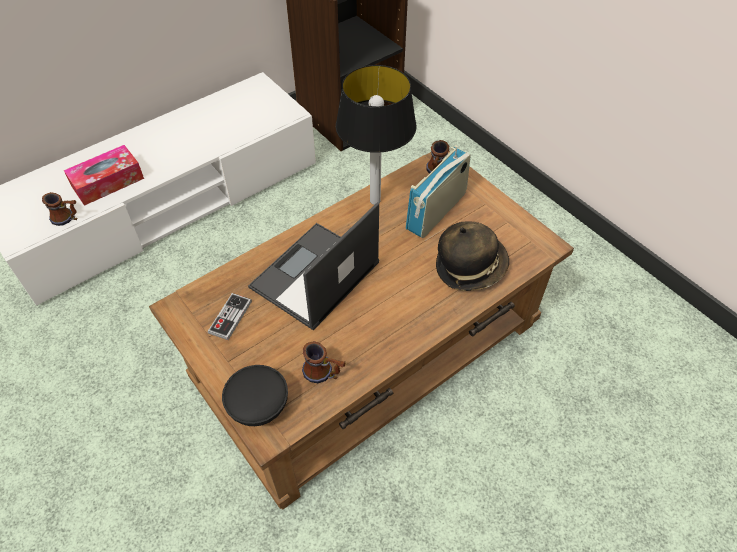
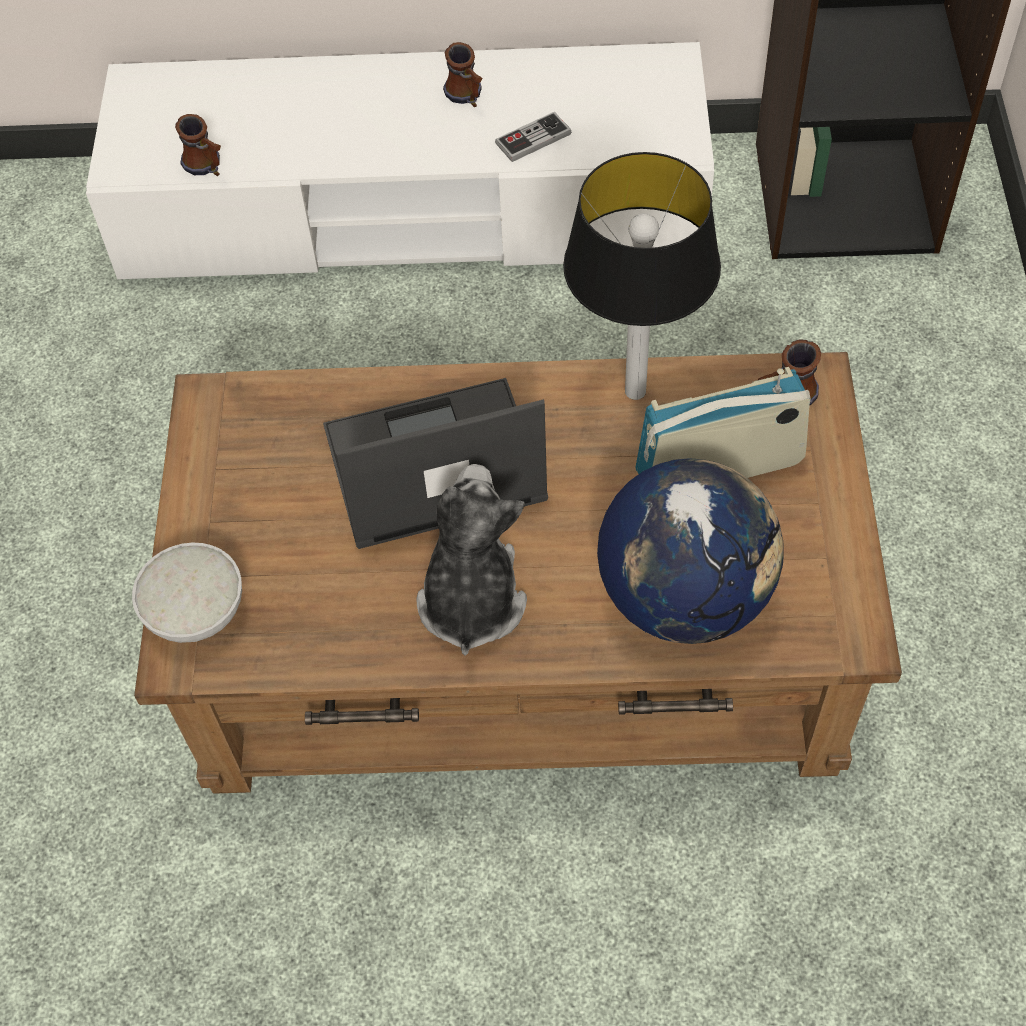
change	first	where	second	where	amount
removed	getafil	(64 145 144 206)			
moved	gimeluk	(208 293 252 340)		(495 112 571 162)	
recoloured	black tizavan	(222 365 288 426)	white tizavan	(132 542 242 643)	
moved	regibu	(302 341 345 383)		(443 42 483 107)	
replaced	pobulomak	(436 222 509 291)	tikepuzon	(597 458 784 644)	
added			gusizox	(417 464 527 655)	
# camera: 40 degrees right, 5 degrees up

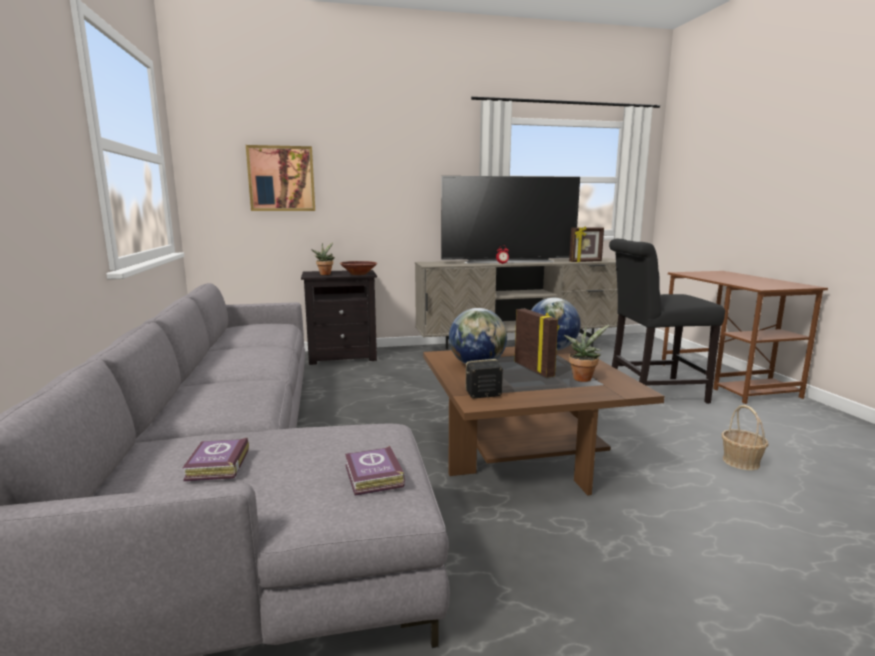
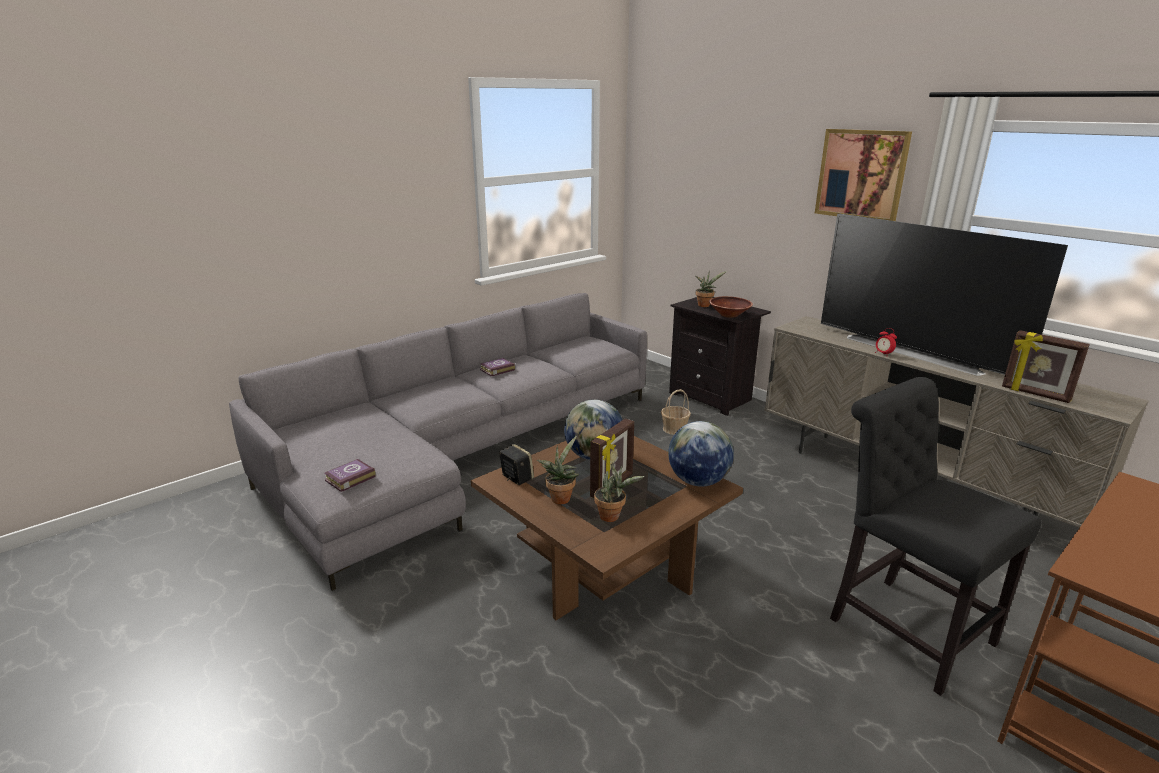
change	first	where	second	where	amount
moved	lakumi	(183 438 249 481)		(480 358 515 376)	
moved	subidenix	(246 145 315 211)		(815 129 912 221)	
moved	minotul	(722 405 769 471)		(661 389 691 435)	
added			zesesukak	(537 436 579 504)	
# camera: 60 degrees right, 10 degrees up

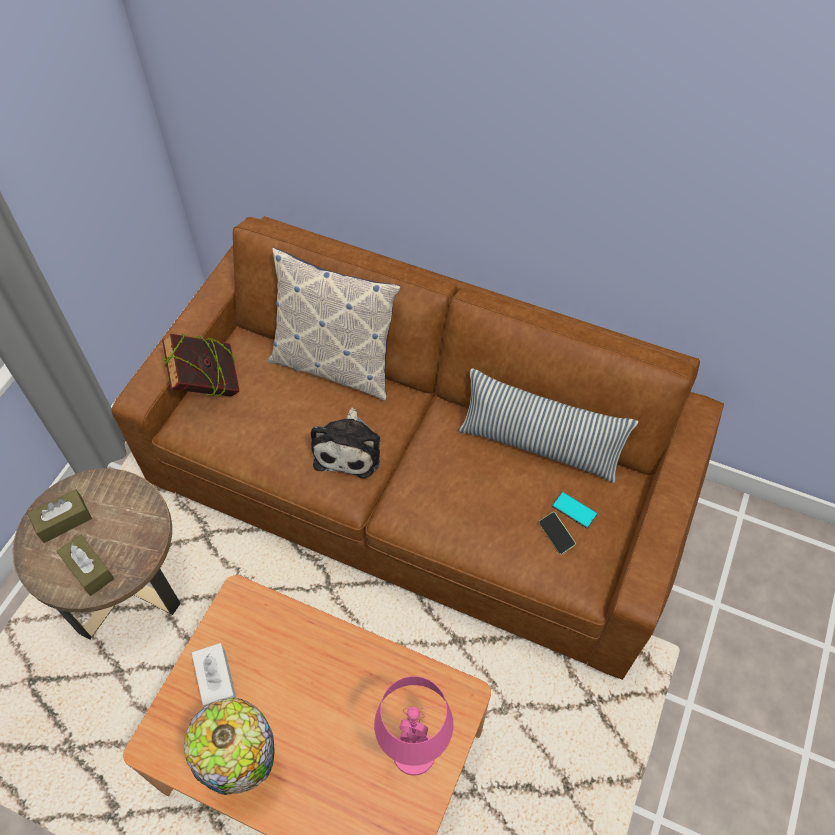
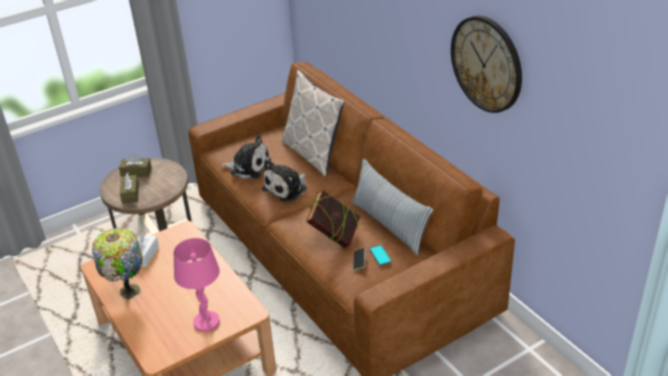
change	first	where	second	where	amount
moved	lakumi	(162 334 240 397)		(306 190 360 248)	
added			gusizox	(221 135 271 179)	
added			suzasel	(451 16 522 113)	
# camera: 35 degrees right, 20 degrees down

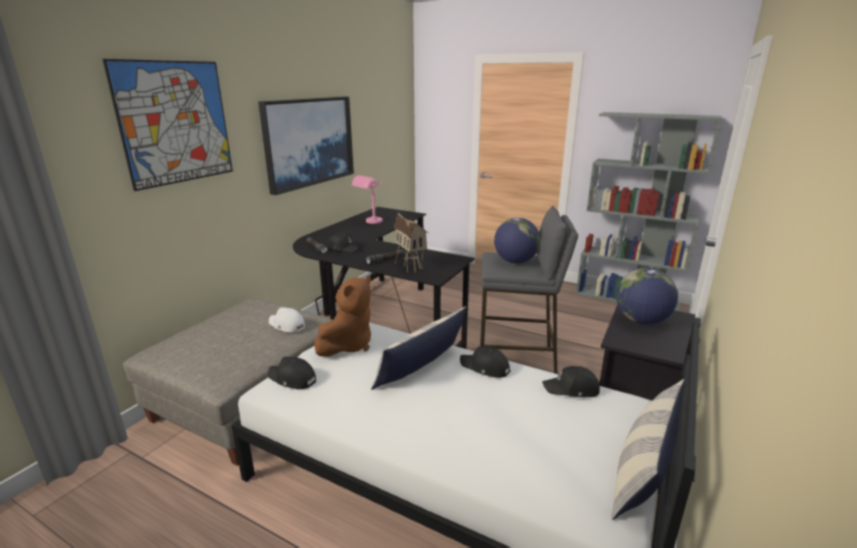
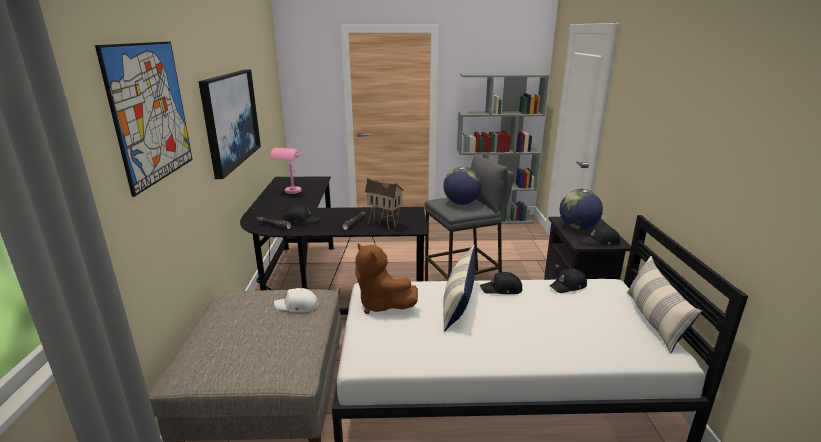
change	first	where	second	where	amount
moved	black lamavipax	(268 357 316 389)		(581 226 620 246)	
turned	brown gusizox	(314 275 371 357)		(355 243 418 314)	135 degrees clockwise
# camera: 30 degrees left, 0 degrees up

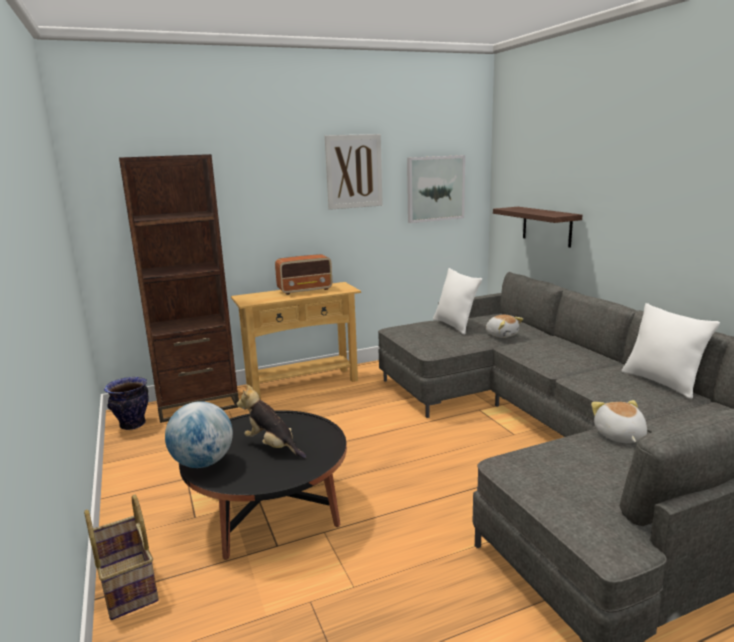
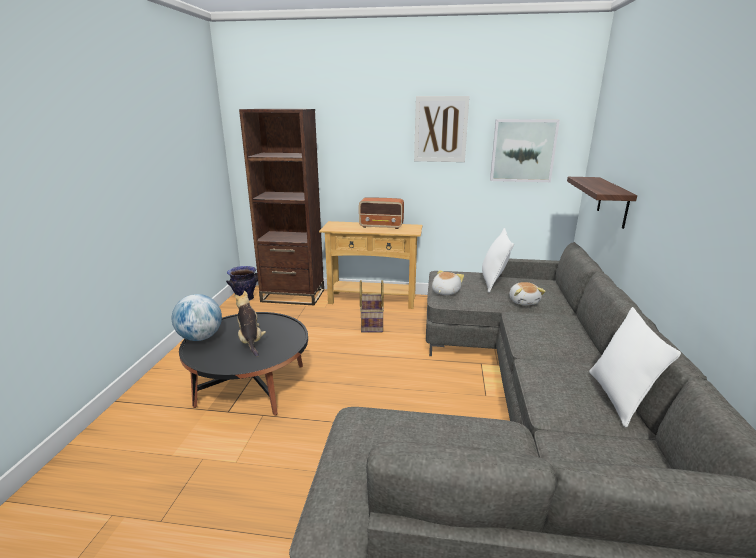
change	first	where	second	where	amount
moved	minotul	(84 495 159 620)		(360 280 384 333)	
moved	gusizox	(591 400 647 443)		(432 270 464 295)	
# camera: 30 degrees right, 5 degrees up

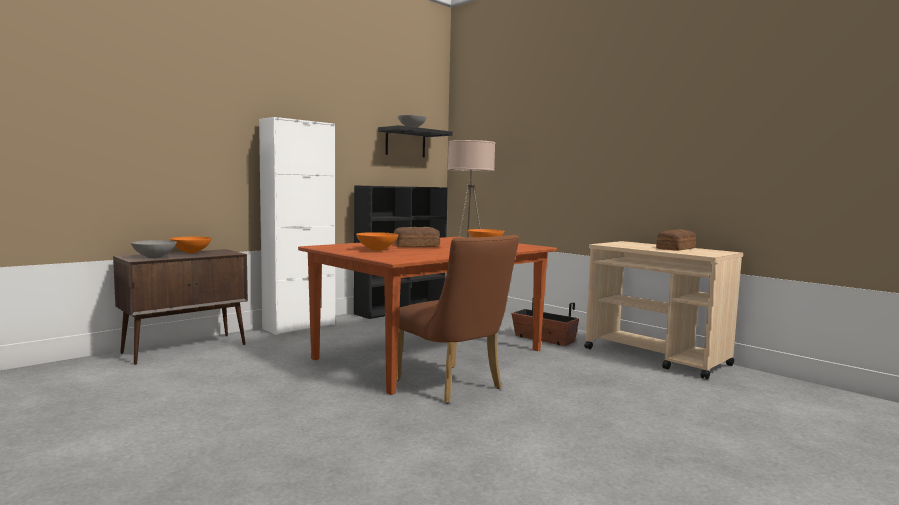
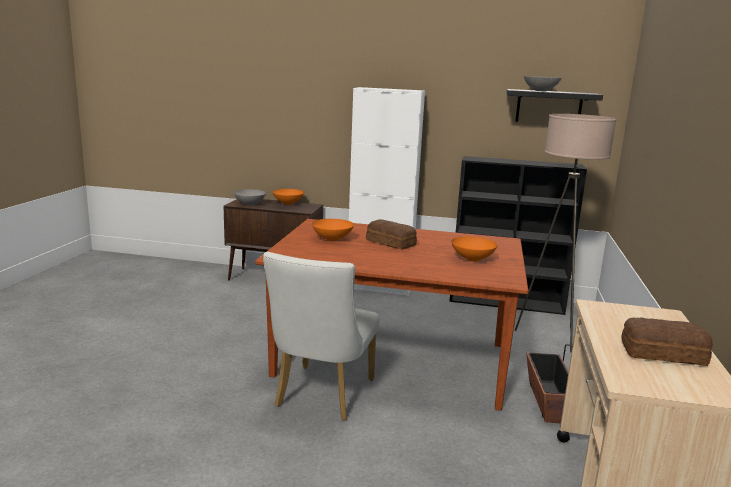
change	first	where	second	where	amount
recoloured	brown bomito	(397 235 519 404)	white bomito	(263 252 380 421)	
# camera: 55 degrees right, 10 degrees up

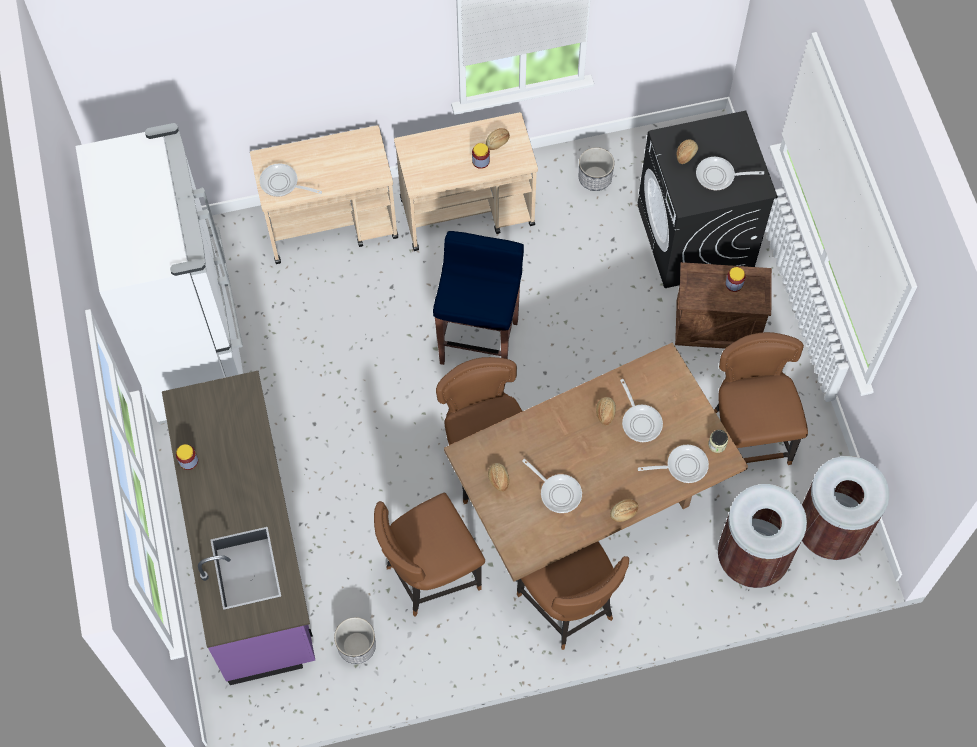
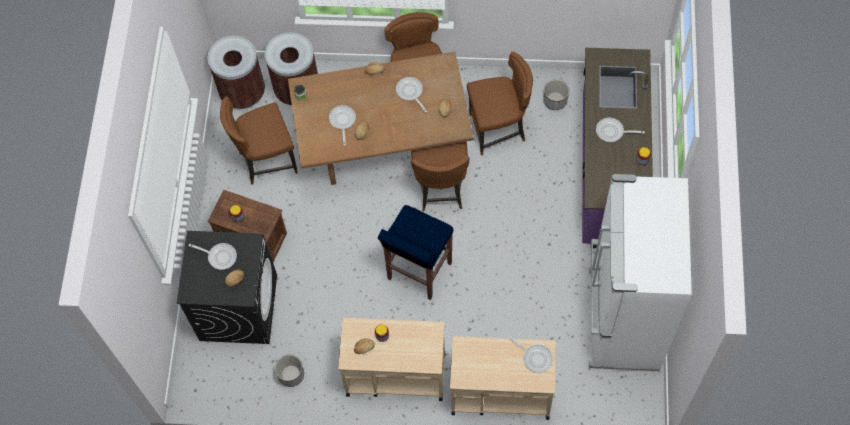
change	first	where	second	where	amount
moved	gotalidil	(638 445 709 483)		(596 118 645 142)	
turned	brown bomito	(714 332 808 465)		(220 97 298 185)	60 degrees clockwise
# camera: 160 degrees left, 0 degrees up

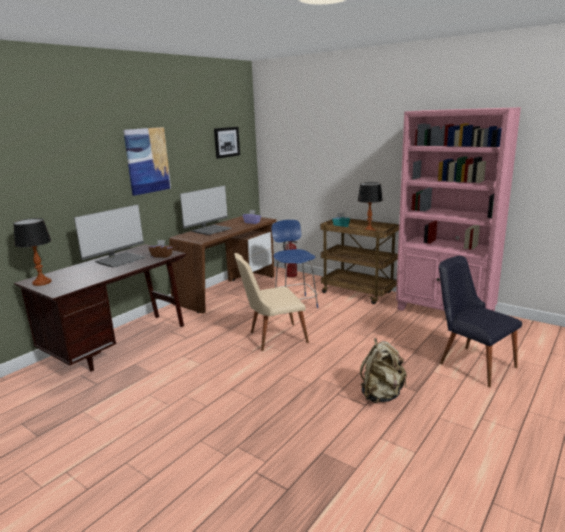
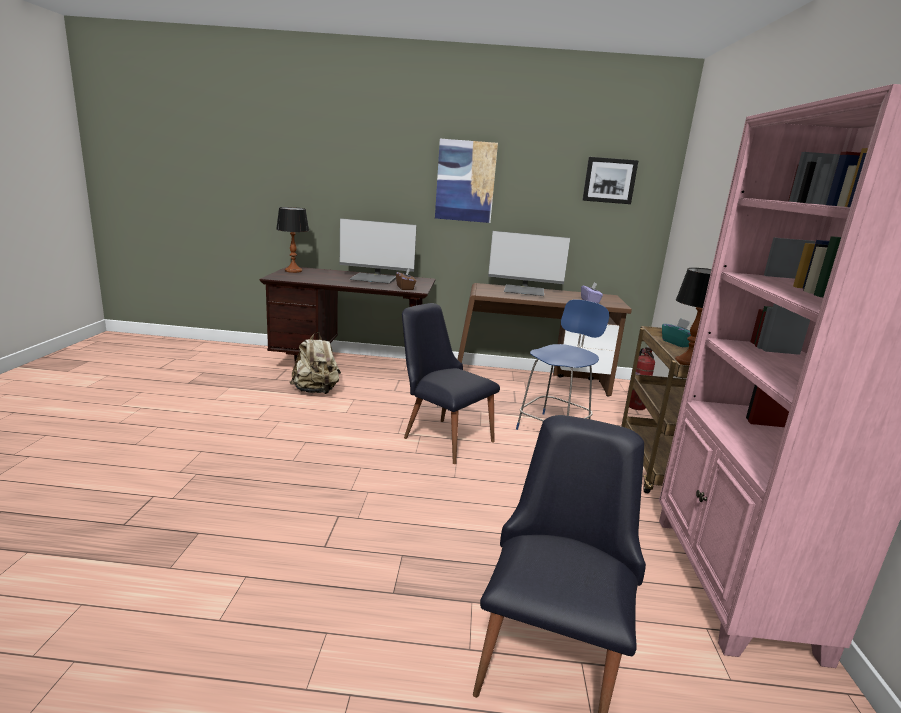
change	first	where	second	where	amount
recoloured	beige bomito	(234 253 309 351)	black bomito	(402 303 500 464)	
moved	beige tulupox	(360 338 407 403)		(290 332 341 394)	
# camera: 55 degrees right, 0 degrees up

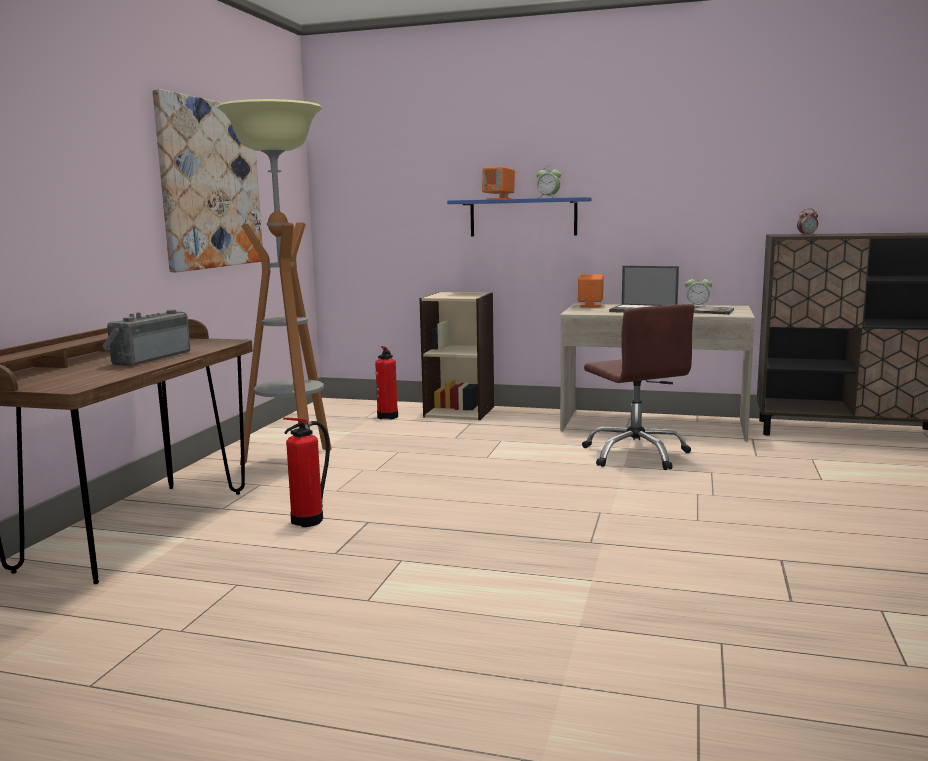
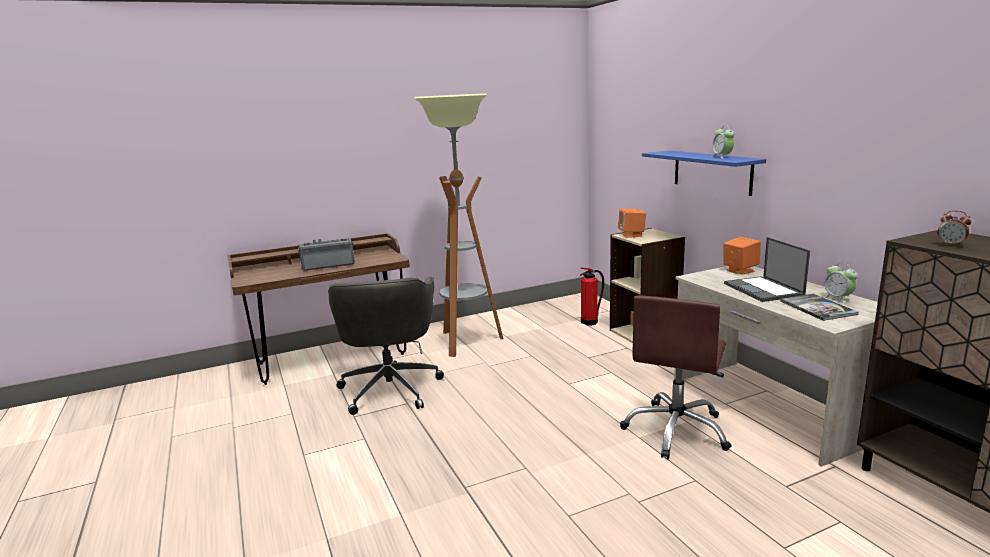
change	first	where	second	where	amount
removed	subidenix	(152 89 263 272)			
replaced	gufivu	(283 417 330 527)	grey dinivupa	(328 276 444 415)	
moved	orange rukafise	(482 166 515 199)		(618 208 646 238)	
# camera: 50 degrees right, 5 degrees up

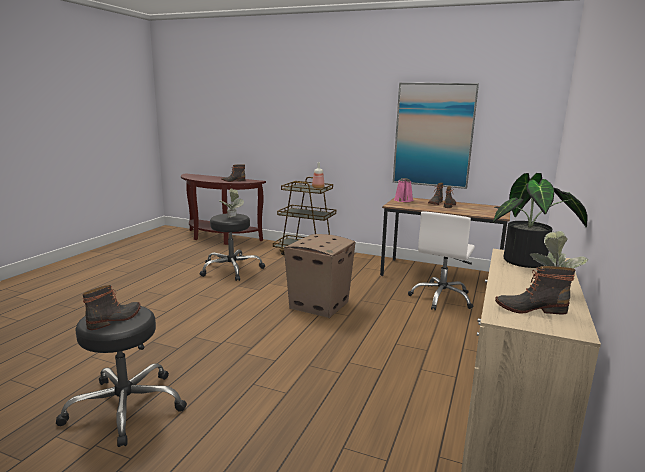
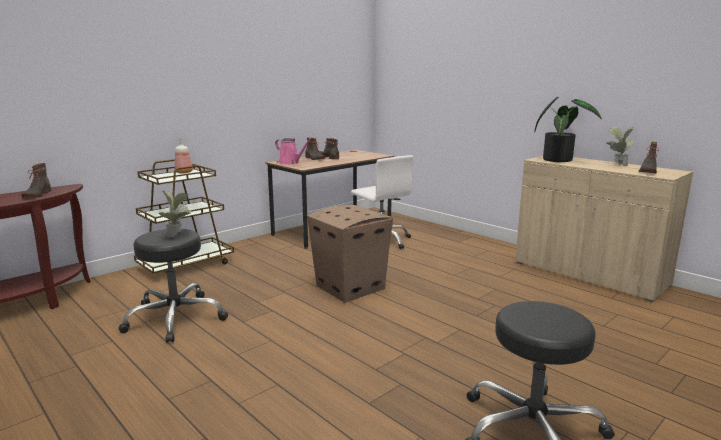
change	first	where	second	where	amount
removed	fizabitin	(82 285 141 330)			
removed	subidenix	(393 83 479 189)			
# camera: 65 degrees left, 0 degrees up

